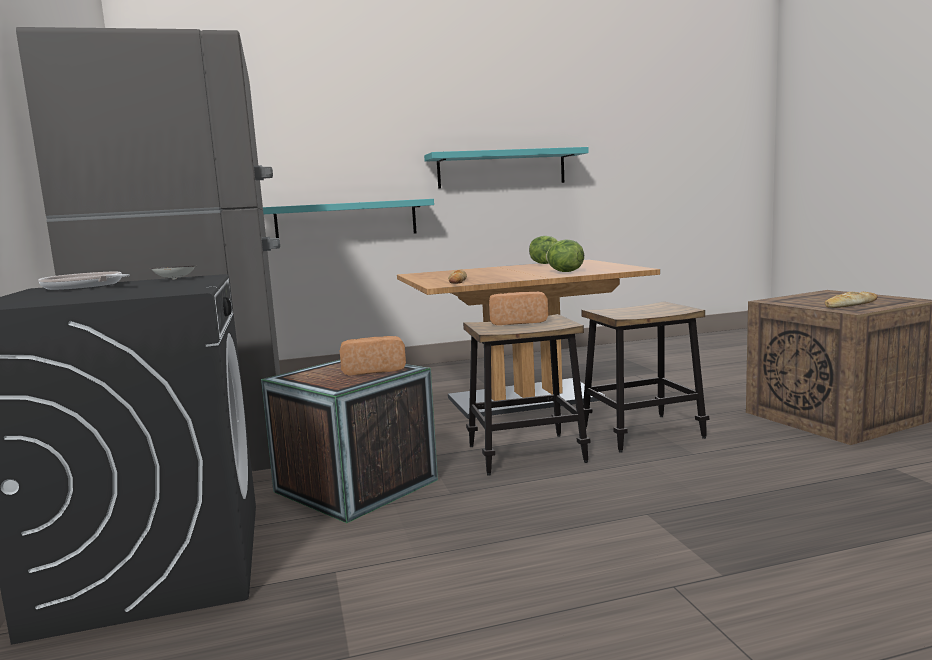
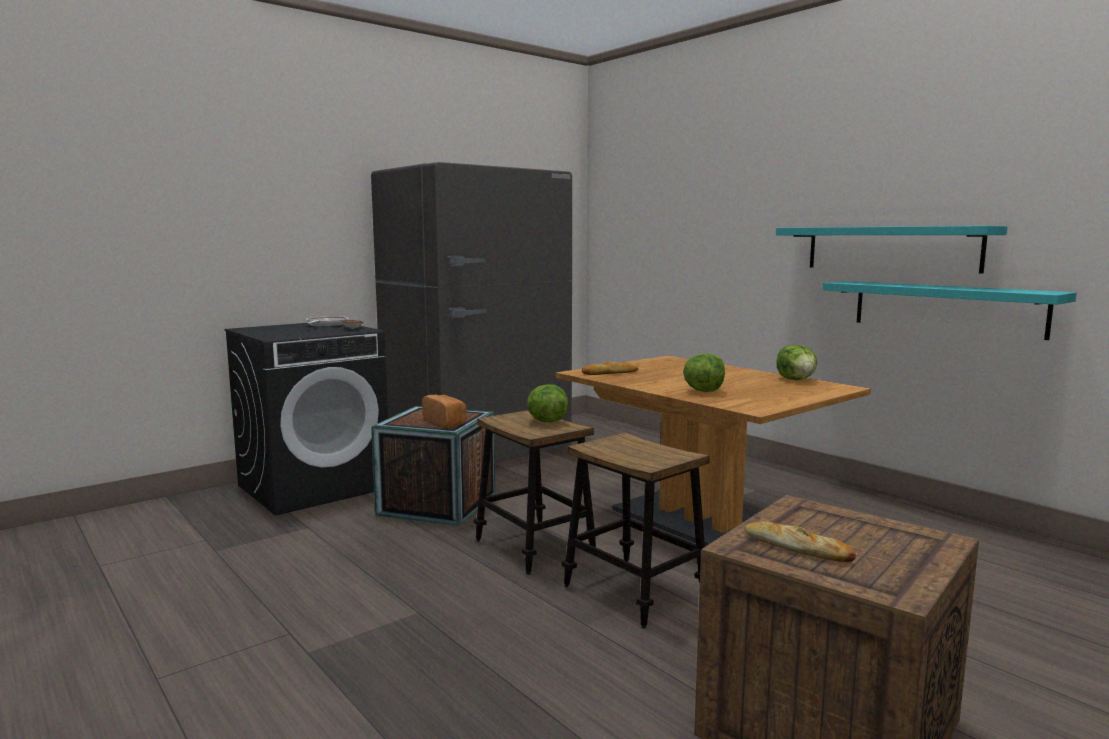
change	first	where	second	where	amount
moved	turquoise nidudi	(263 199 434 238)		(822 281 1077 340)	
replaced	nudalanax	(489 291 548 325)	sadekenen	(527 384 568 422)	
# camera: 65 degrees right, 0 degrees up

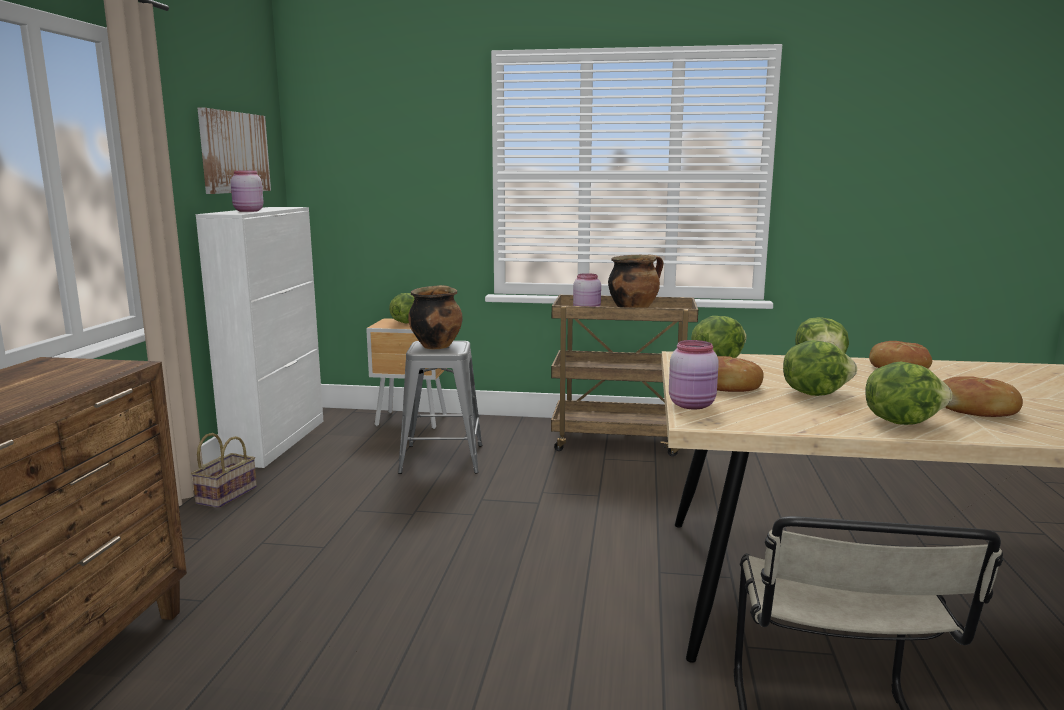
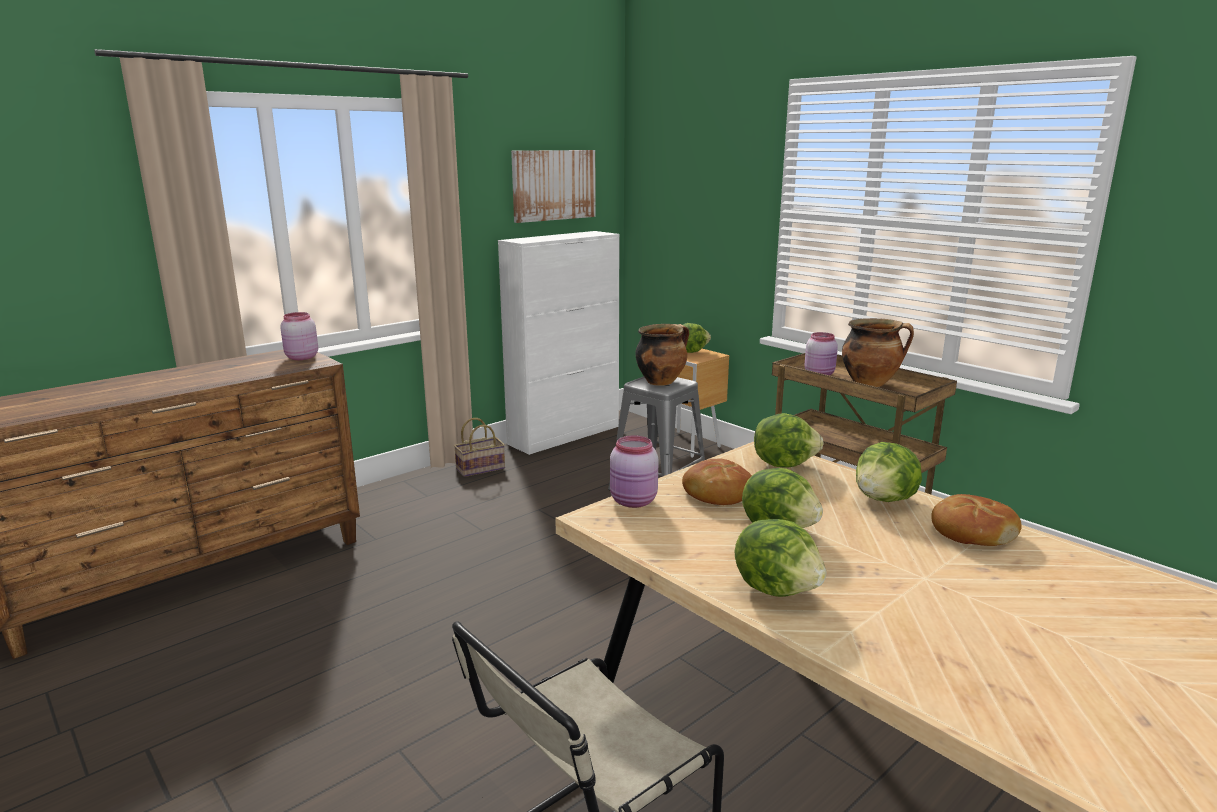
change	first	where	second	where	amount
moved	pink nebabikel	(231 171 264 212)		(280 312 318 360)	
removed	nudalanax	(943 376 1023 417)			
# camera: 40 degrees right, 5 degrees up

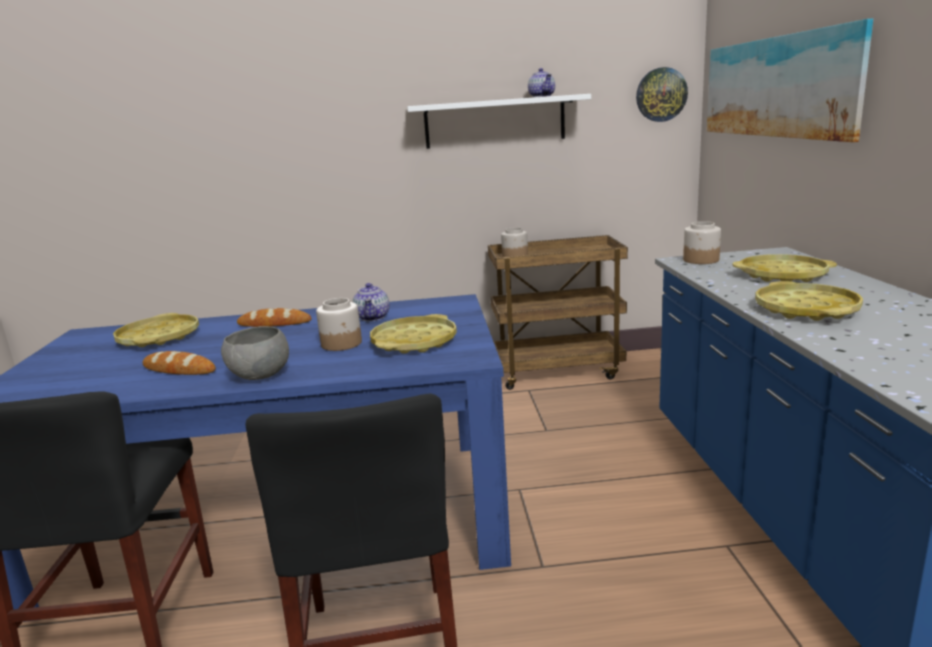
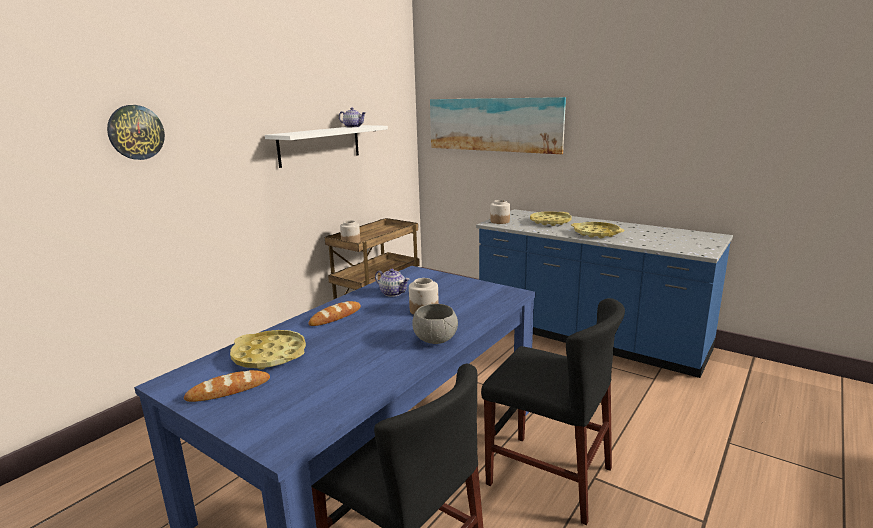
change	first	where	second	where	amount
moved	nudalanax	(142 351 216 375)		(184 370 270 402)	
removed	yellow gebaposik	(370 314 457 354)			
moved	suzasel	(636 67 688 122)		(107 105 165 160)	
# camera: 50 degrees left, 0 degrees up

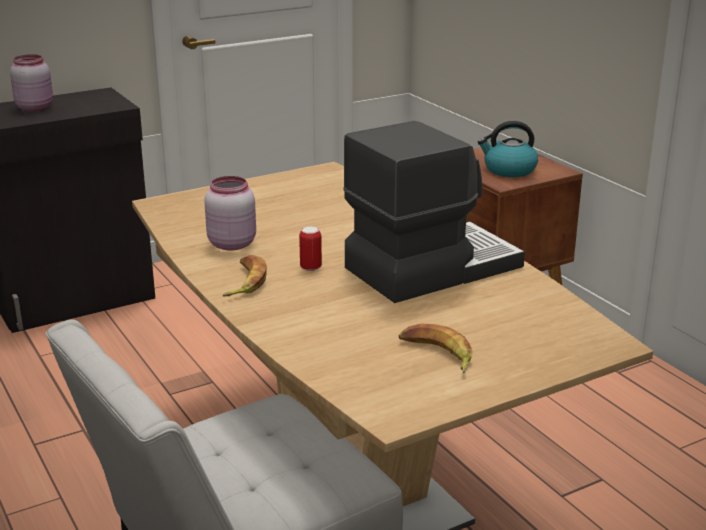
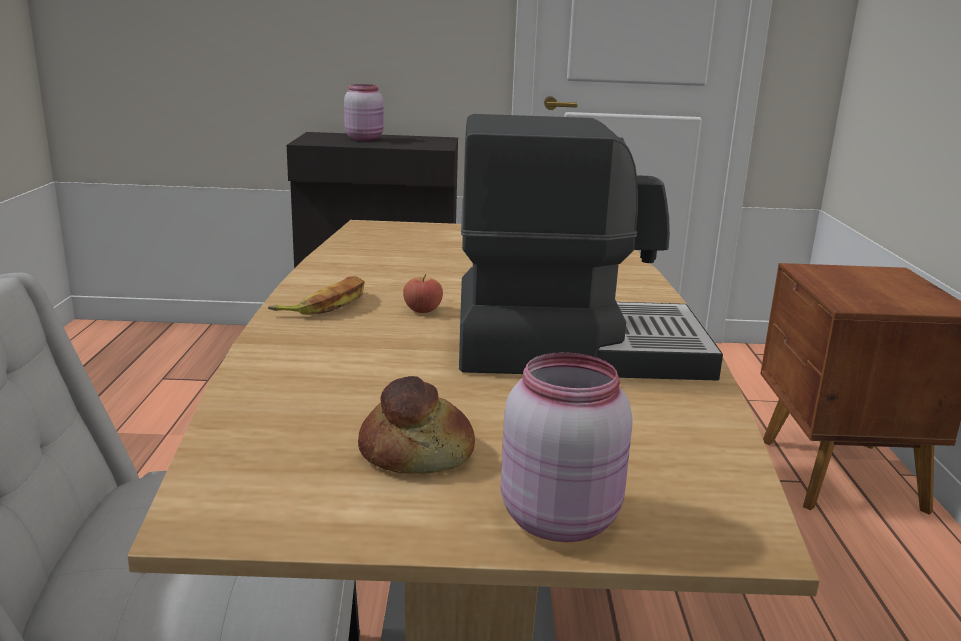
change	first	where	second	where	amount
moved	pink nebabikel	(204 176 256 251)		(501 352 633 542)	
replaced	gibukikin	(299 227 322 271)	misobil	(403 274 443 313)	
replaced	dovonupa	(398 324 473 373)	nudalanax	(358 376 475 474)	
removed	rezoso	(477 121 538 177)			
# camera: 30 degrees right, 5 degrees down

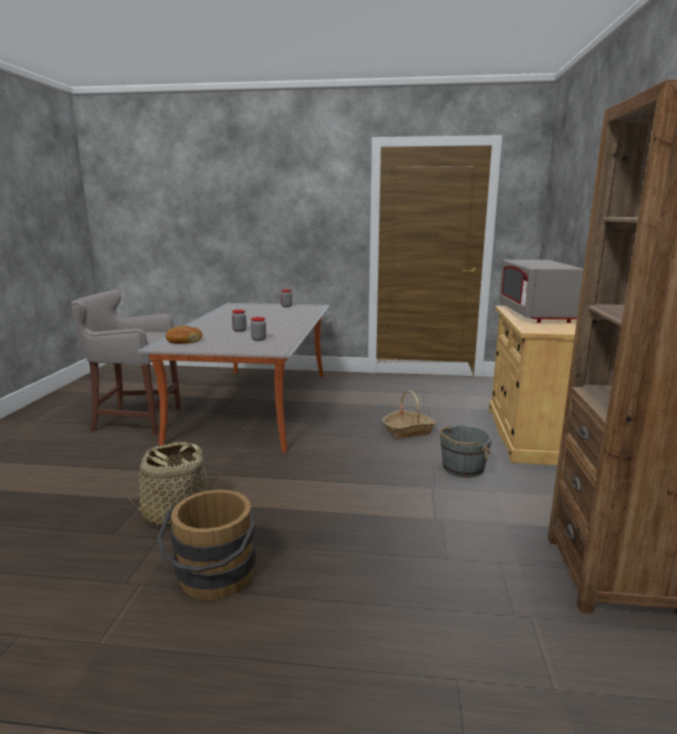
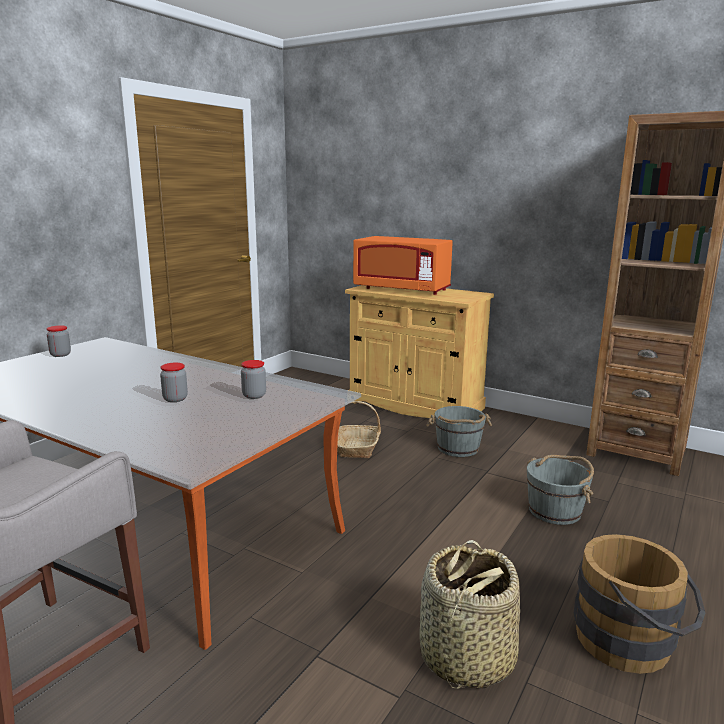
change	first	where	second	where	amount
removed	nudalanax	(166 326 202 344)			
recoloured	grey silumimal	(499 260 584 323)	orange silumimal	(353 236 453 295)	
added			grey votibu	(527 455 594 525)	
# camera: 65 degrees left, 0 degrees up

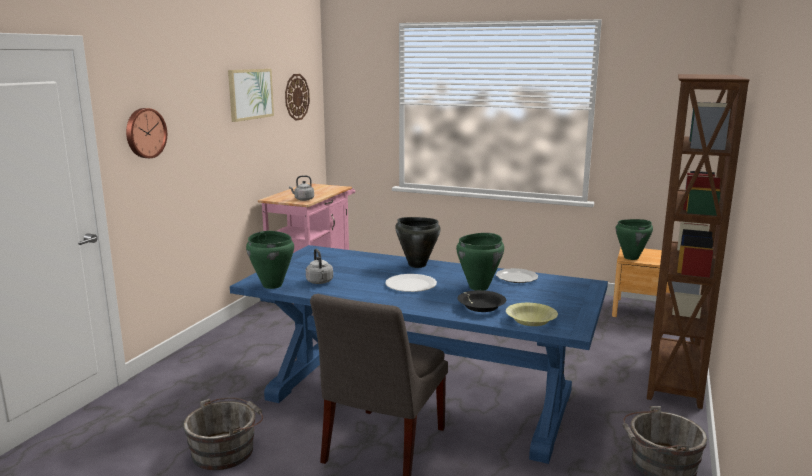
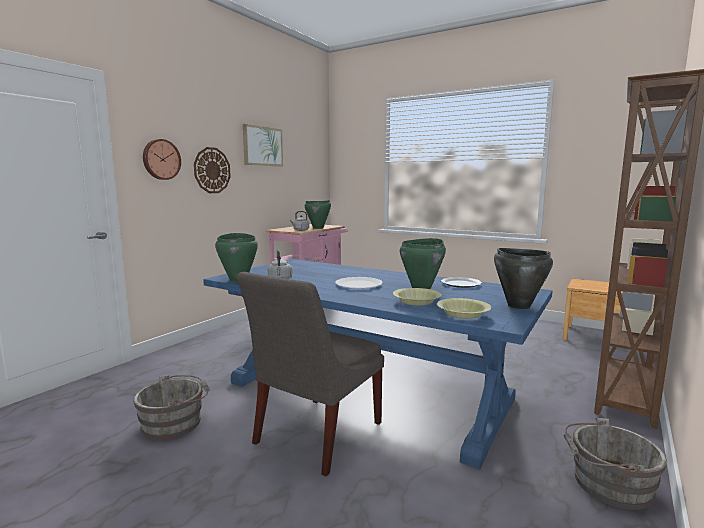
change	first	where	second	where	amount
moved	suzasel	(285 74 310 121)		(194 147 231 193)	
moved	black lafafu	(395 217 441 268)		(494 248 553 309)	
recoloured	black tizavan	(457 290 506 312)	yellow tizavan	(393 288 441 306)	
moved	green lafafu	(616 219 653 260)		(305 200 331 229)	
# camera: 10 degrees right, 5 degrees down

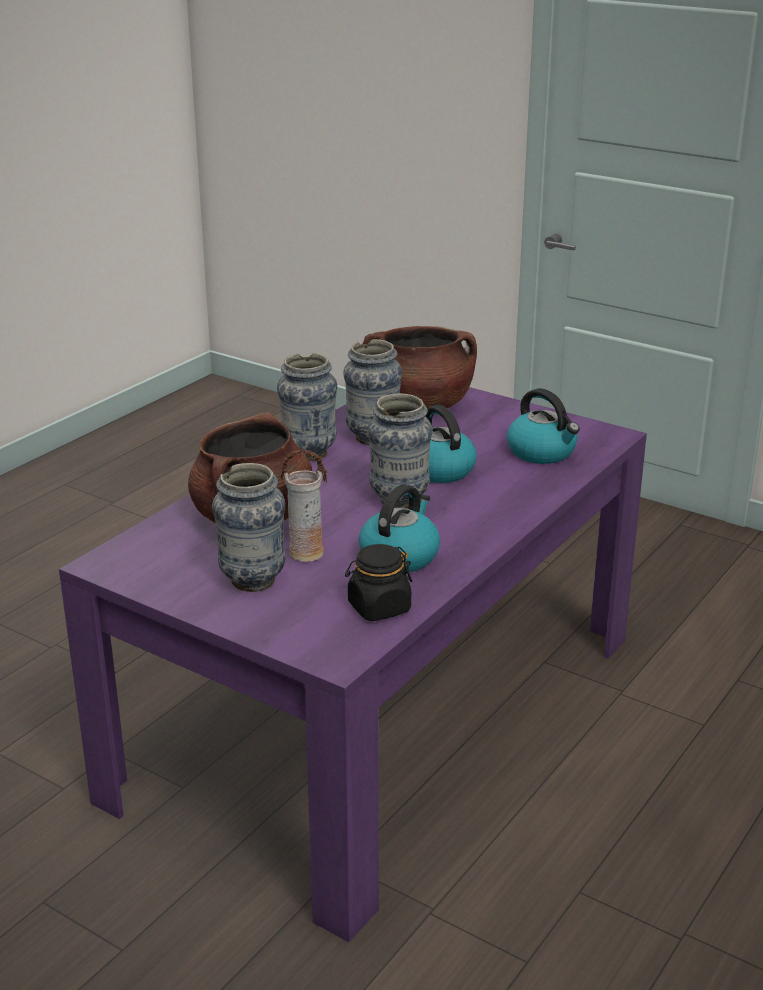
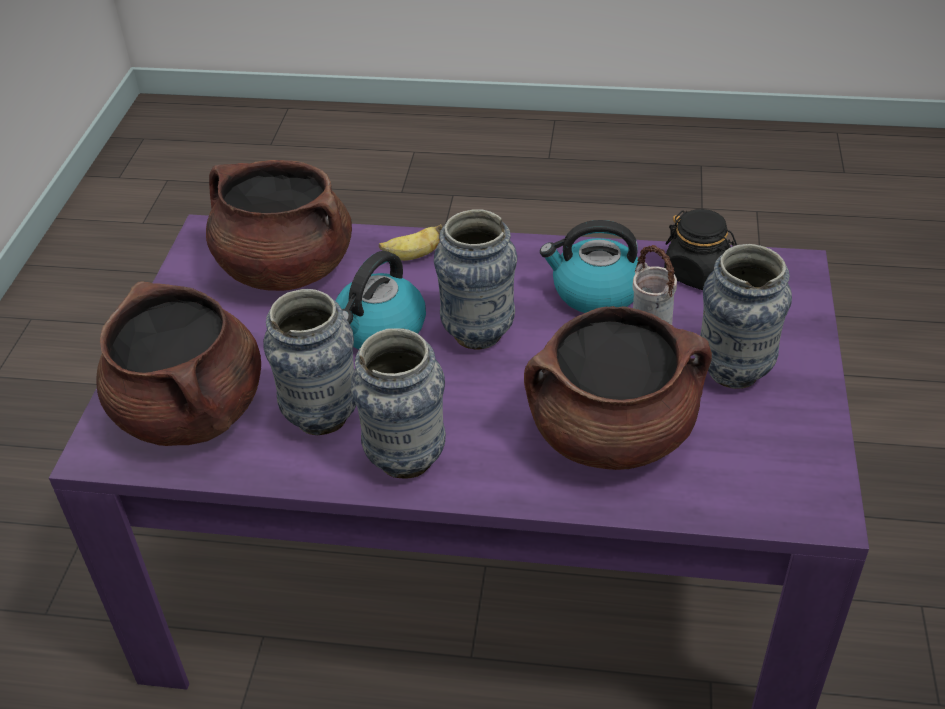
change	first	where	second	where	amount
replaced	rezoso	(507 388 580 464)	brown lafafu	(206 160 352 291)	
added			dovonupa	(379 224 442 261)	
# camera: 115 degrees left, 15 degrees up

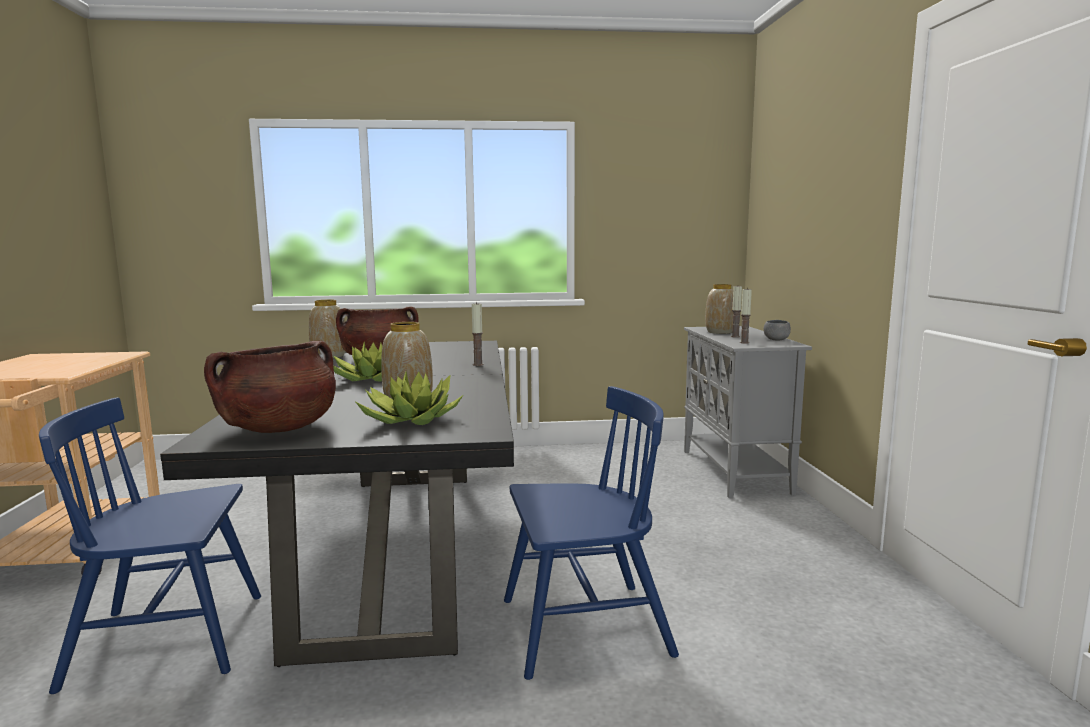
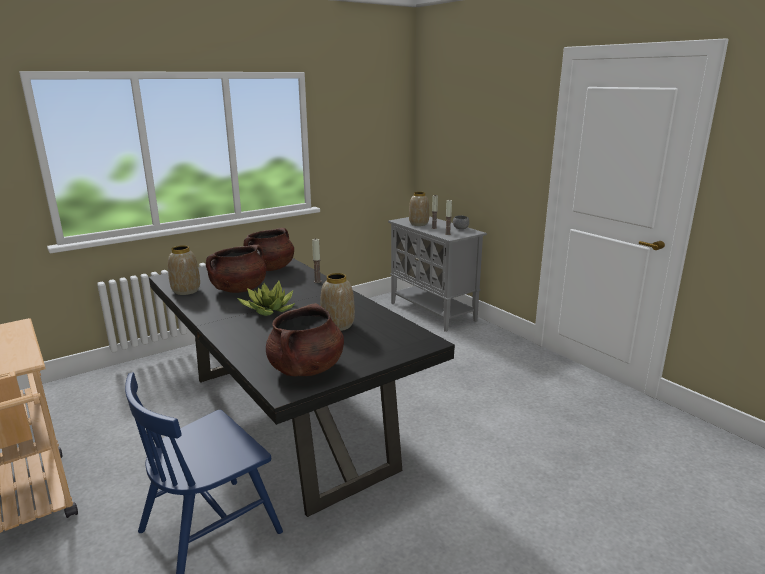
change	first	where	second	where	amount
removed	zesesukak	(356 372 463 425)			
removed	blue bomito	(504 386 679 680)			
added			brown lafafu	(243 228 294 271)	
# camera: 30 degrees left, 10 degrees up

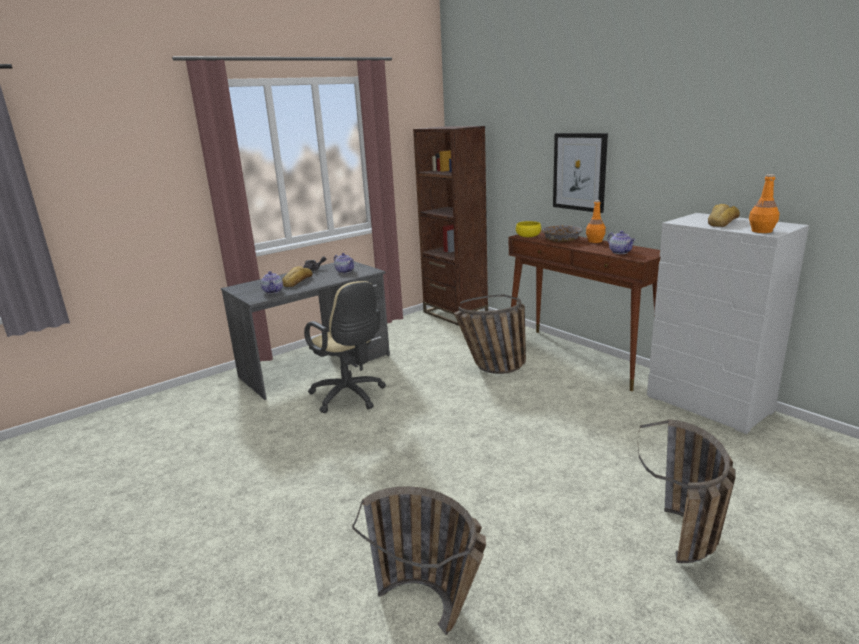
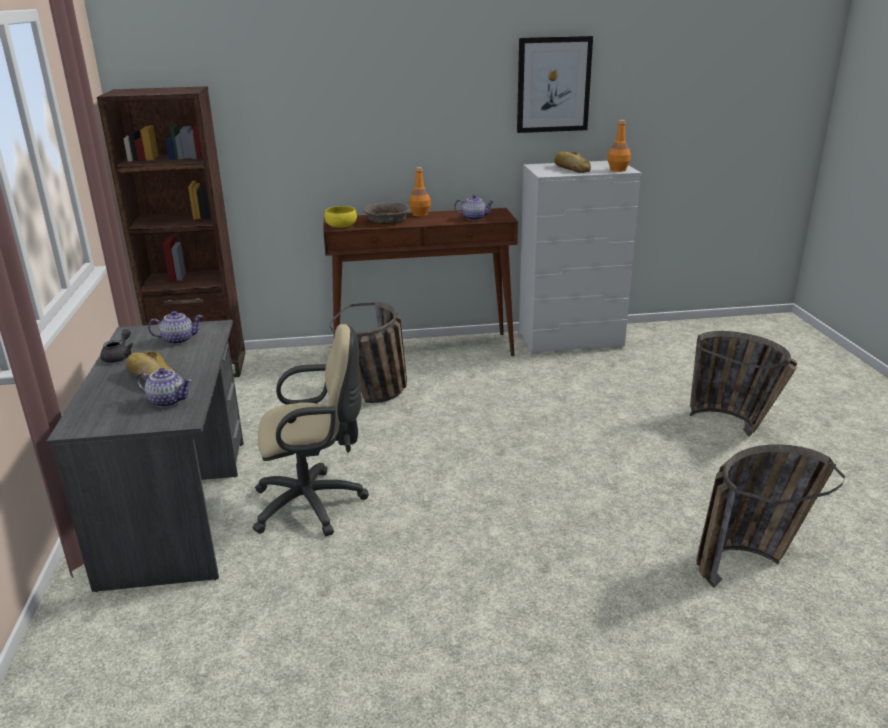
change	first	where	second	where	amount
moved	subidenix	(553 133 608 213)		(517 36 593 133)	
# camera: 60 degrees left, 5 degrees up

